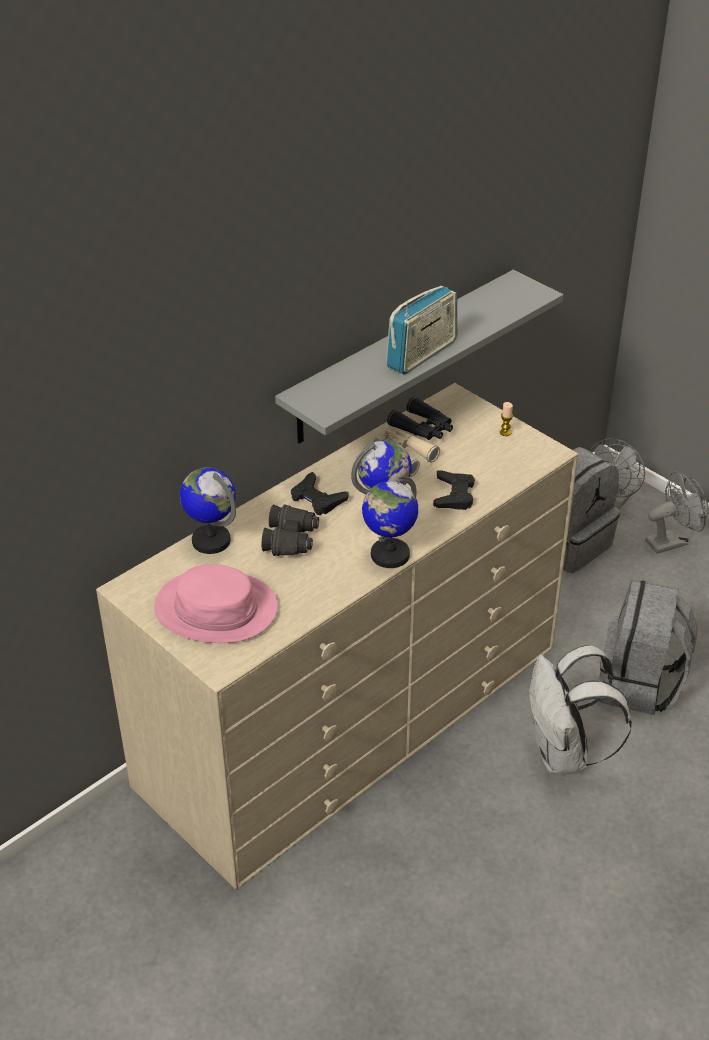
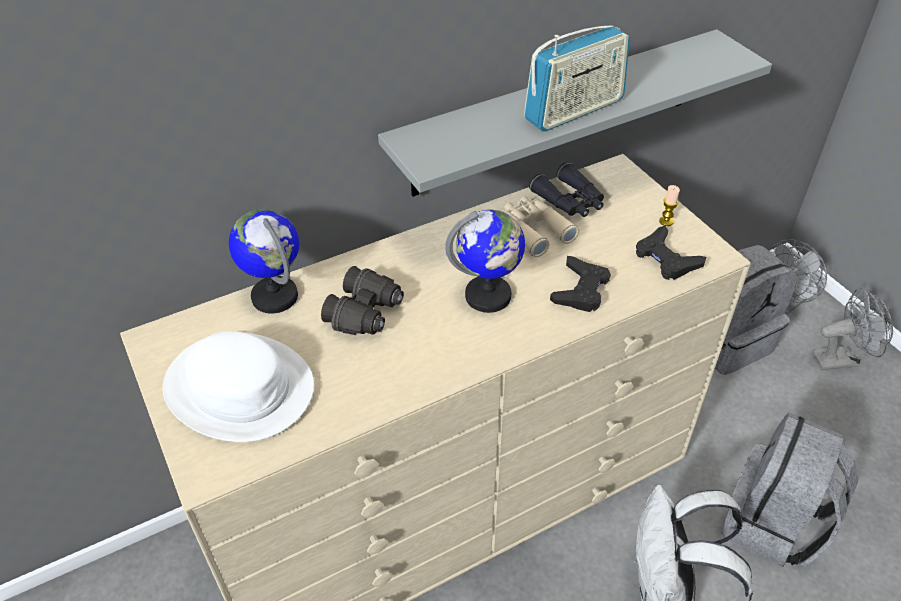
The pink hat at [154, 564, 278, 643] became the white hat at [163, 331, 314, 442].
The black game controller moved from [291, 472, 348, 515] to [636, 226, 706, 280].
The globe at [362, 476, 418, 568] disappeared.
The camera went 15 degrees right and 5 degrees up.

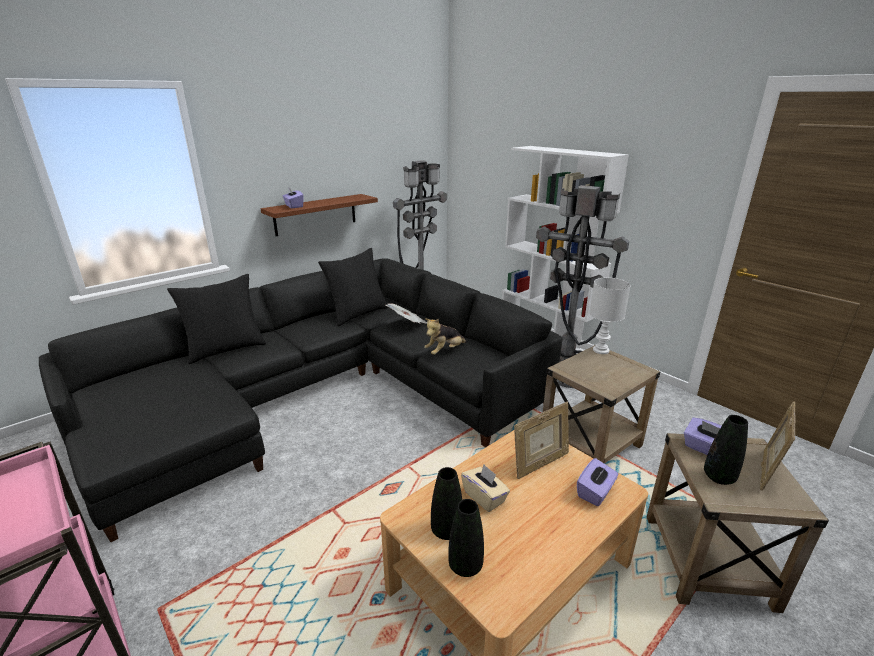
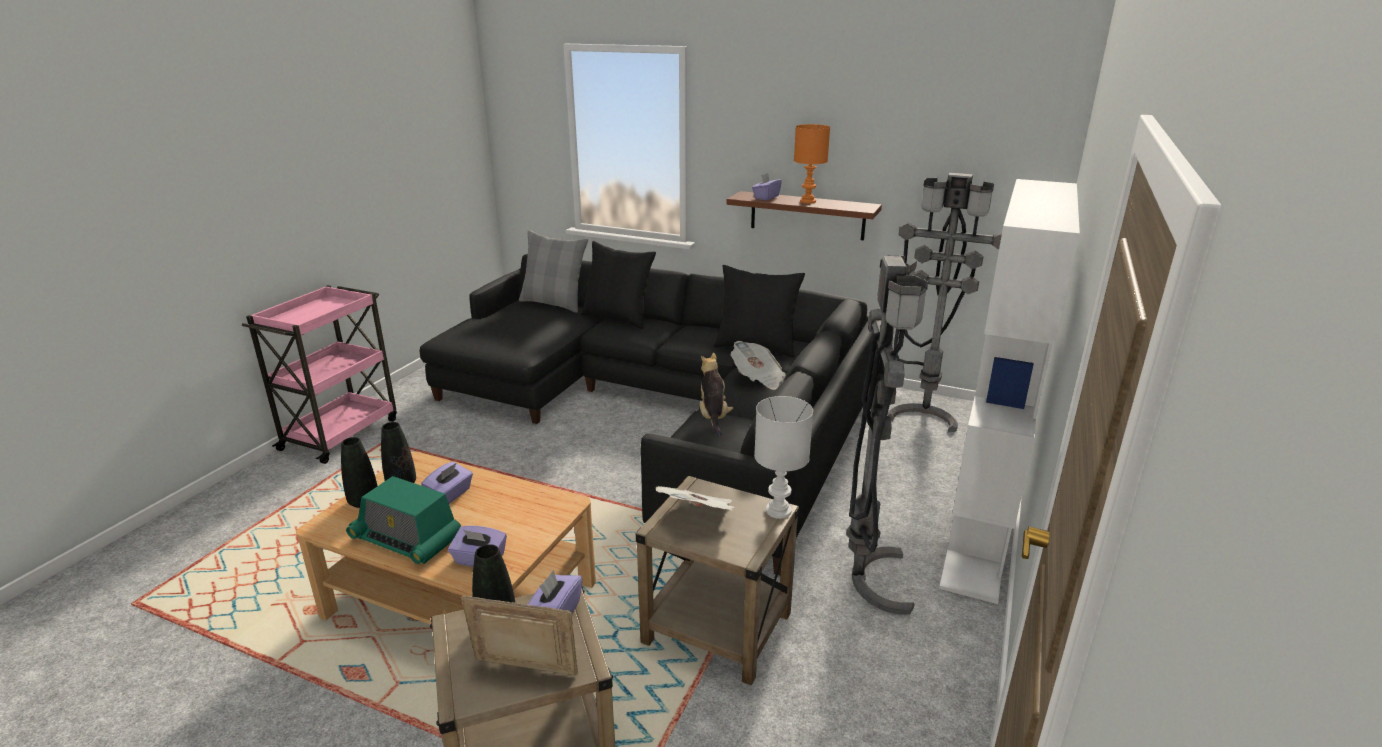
The radio at [346, 476, 461, 564] appeared.
The beige tissue box at [461, 464, 510, 512] became the purple tissue box at [421, 462, 473, 504].
The grey pillow at [519, 230, 588, 313] appeared.
The newspaper at [656, 486, 735, 511] appeared.
The plush toy at [424, 318, 467, 355] turned 60 degrees clockwise.
The orange table lamp at [794, 124, 830, 204] appeared.
The picture frame at [514, 402, 569, 479] disappeared.
The camera went 65 degrees right and 0 degrees up.

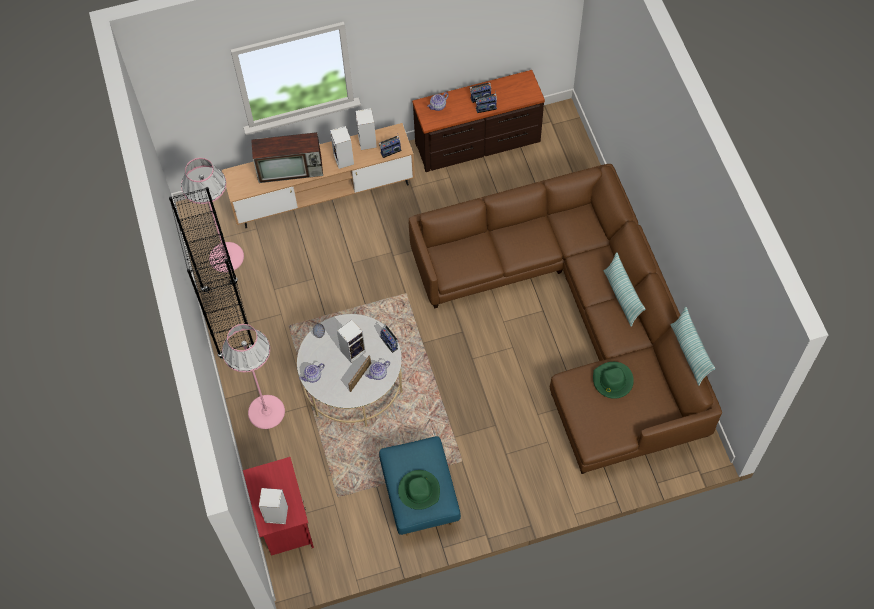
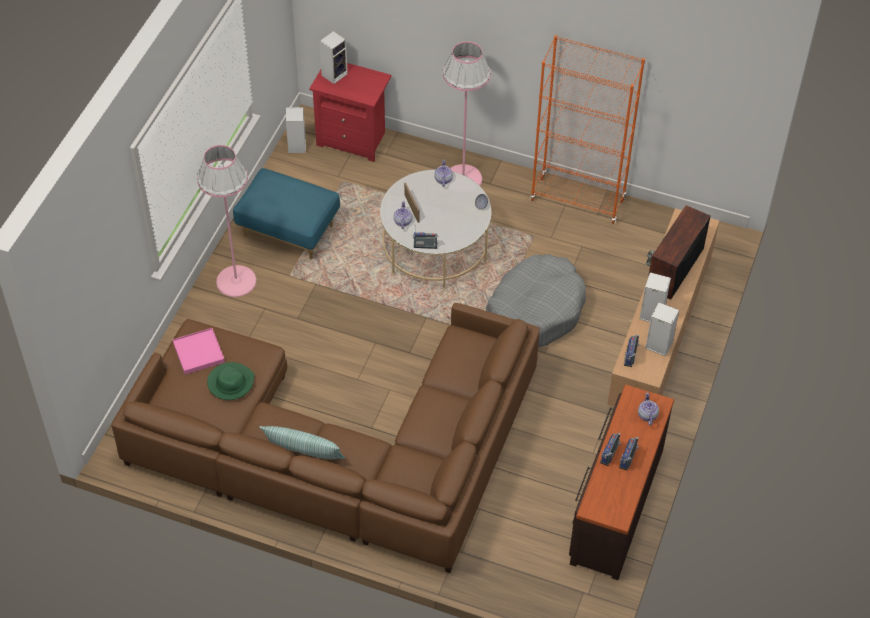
The pink tray at [172, 328, 225, 374] appeared.
The pink floor lamp moved from [181, 158, 244, 272] to [197, 145, 257, 297].
The speaker moved from [337, 320, 366, 363] to [286, 107, 306, 153].
The grey dog bed at [486, 254, 586, 347] appeared.
The black bookcase at [169, 187, 254, 359] became the orange bookcase at [530, 35, 645, 224].
The green hat at [398, 470, 440, 510] disappeared.
The pillow at [671, 307, 715, 386] disappeared.
The camera went 125 degrees right and 10 degrees down.

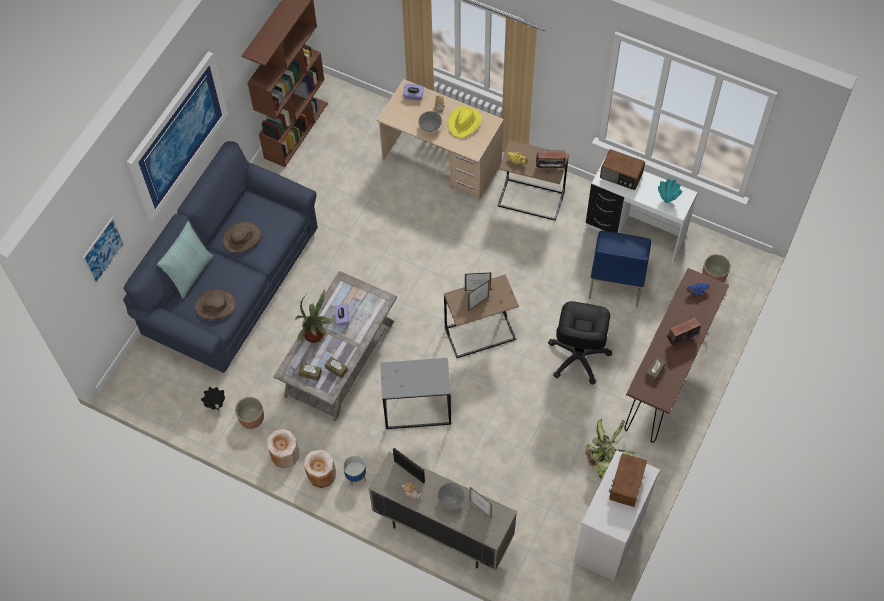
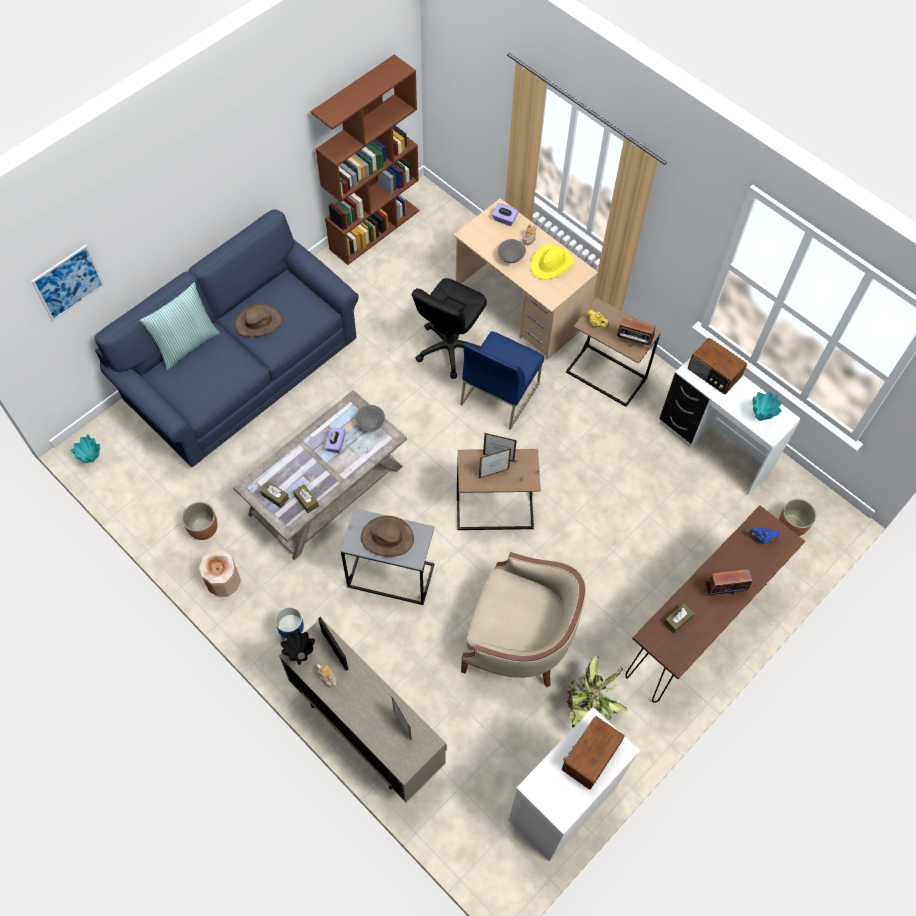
The turquoise vase at [71, 434, 100, 463] appeared.
The black vase moved from [201, 387, 225, 410] to [280, 629, 315, 665].
The grey bowl moved from [437, 482, 465, 509] to [355, 405, 385, 432].
The brown hat moved from [195, 289, 236, 320] to [361, 516, 414, 557].
The black office chair moved from [548, 301, 612, 385] to [412, 278, 487, 379].
The blue chair moved from [589, 231, 651, 307] to [460, 331, 544, 430].
The beige armchair at [461, 552, 586, 687] appeared.
The picture at [127, 51, 228, 221] disappeared.
The potted plant at [295, 289, 333, 343] disappeared.
The beige vase at [304, 450, 336, 488] disappeared.
The camera went 15 degrees right and 0 degrees up.

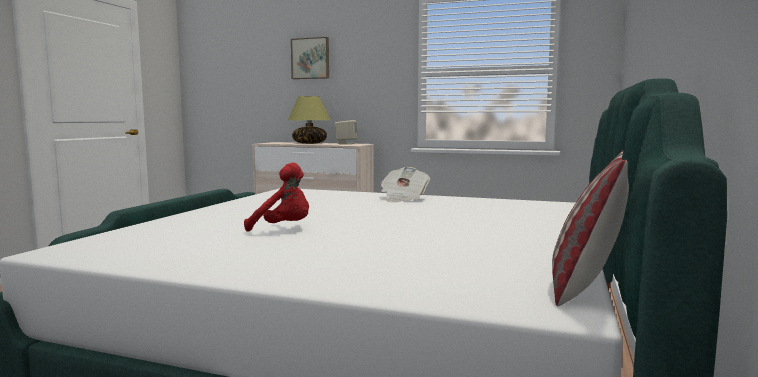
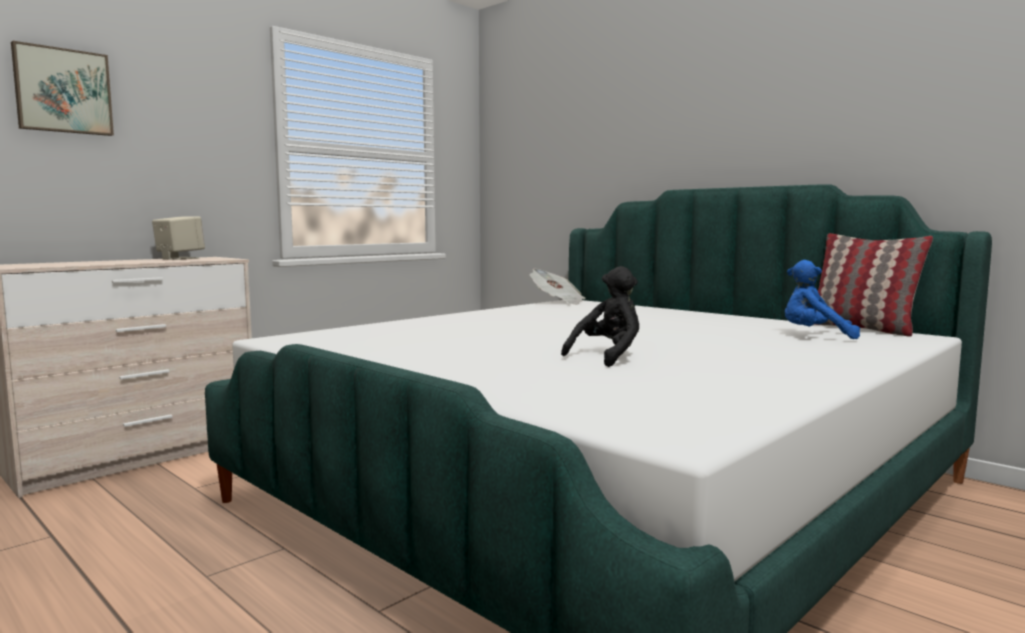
The newspaper moved from [380, 167, 430, 203] to [530, 269, 585, 305].
The red plush toy at [244, 163, 309, 232] became the black plush toy at [561, 266, 639, 367].
The blue plush toy at [785, 260, 860, 339] appeared.
The table lamp at [288, 96, 330, 144] disappeared.
The camera went 65 degrees left and 0 degrees up.

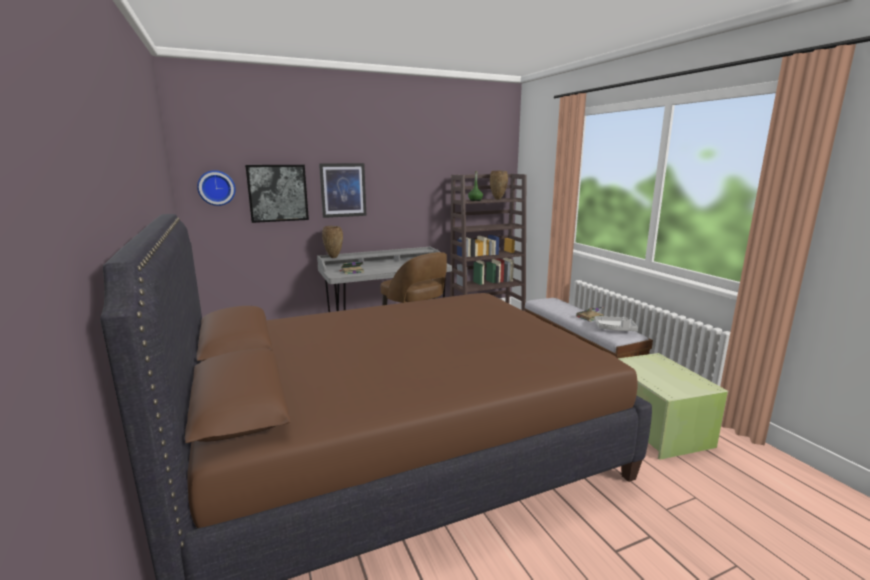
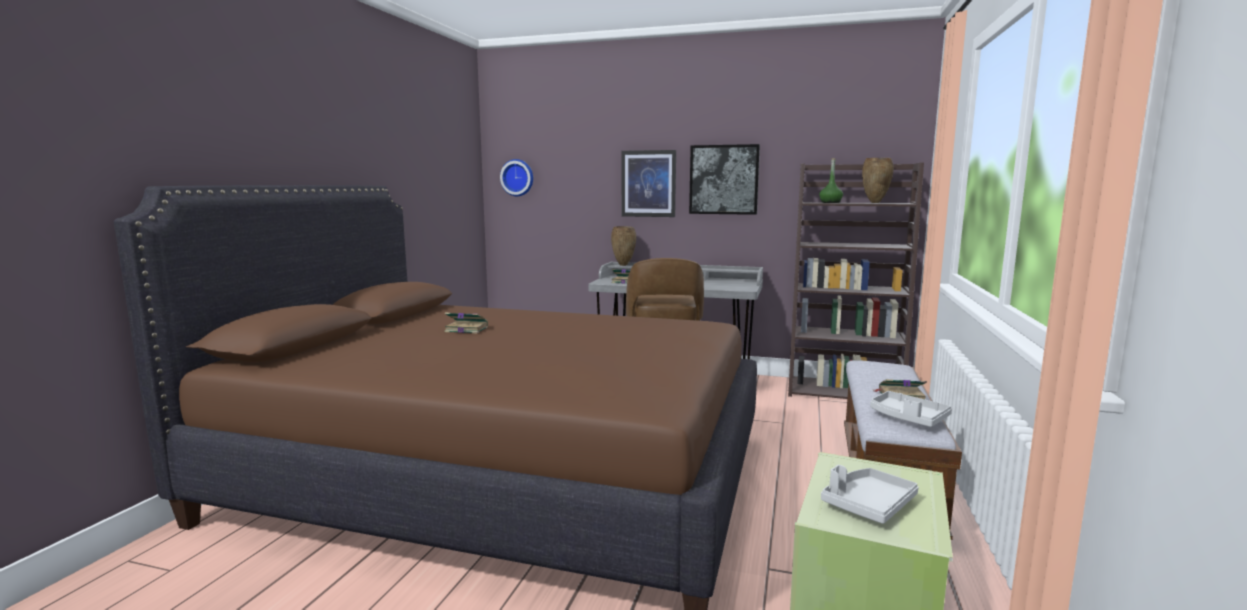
The book at [444, 313, 488, 333] appeared.
The picture moved from [245, 165, 309, 223] to [689, 144, 760, 215].
The grey tray at [821, 465, 919, 524] appeared.
The camera went 40 degrees right and 5 degrees down.

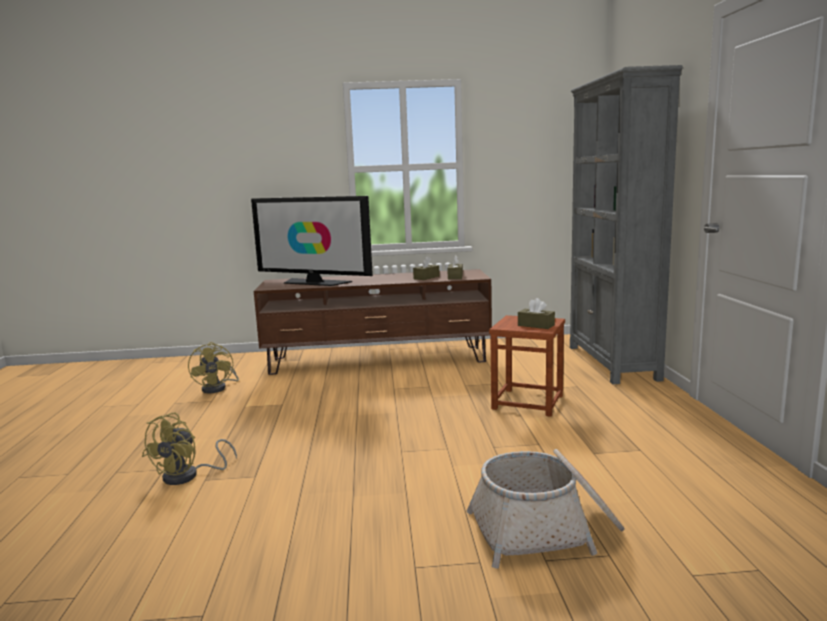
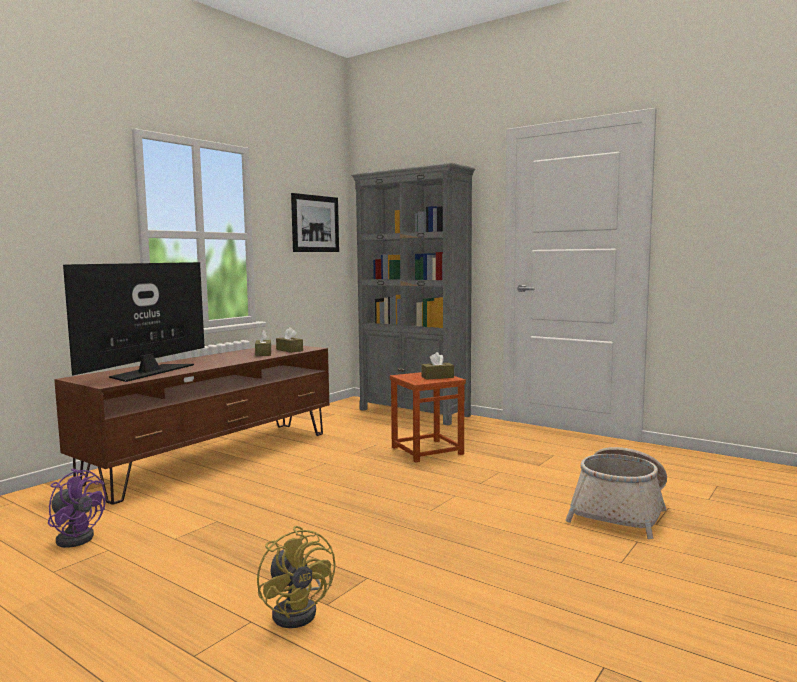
The yellow fan at [188, 342, 239, 393] became the purple fan at [48, 468, 106, 548].
The television at [251, 196, 373, 286] turned 135 degrees clockwise.
The picture at [291, 193, 339, 252] appeared.
The camera went 50 degrees left and 5 degrees down.

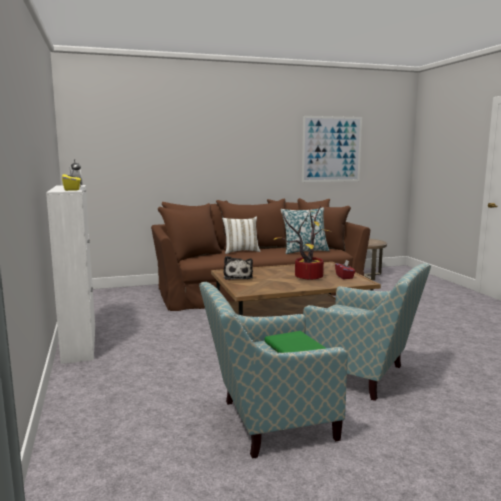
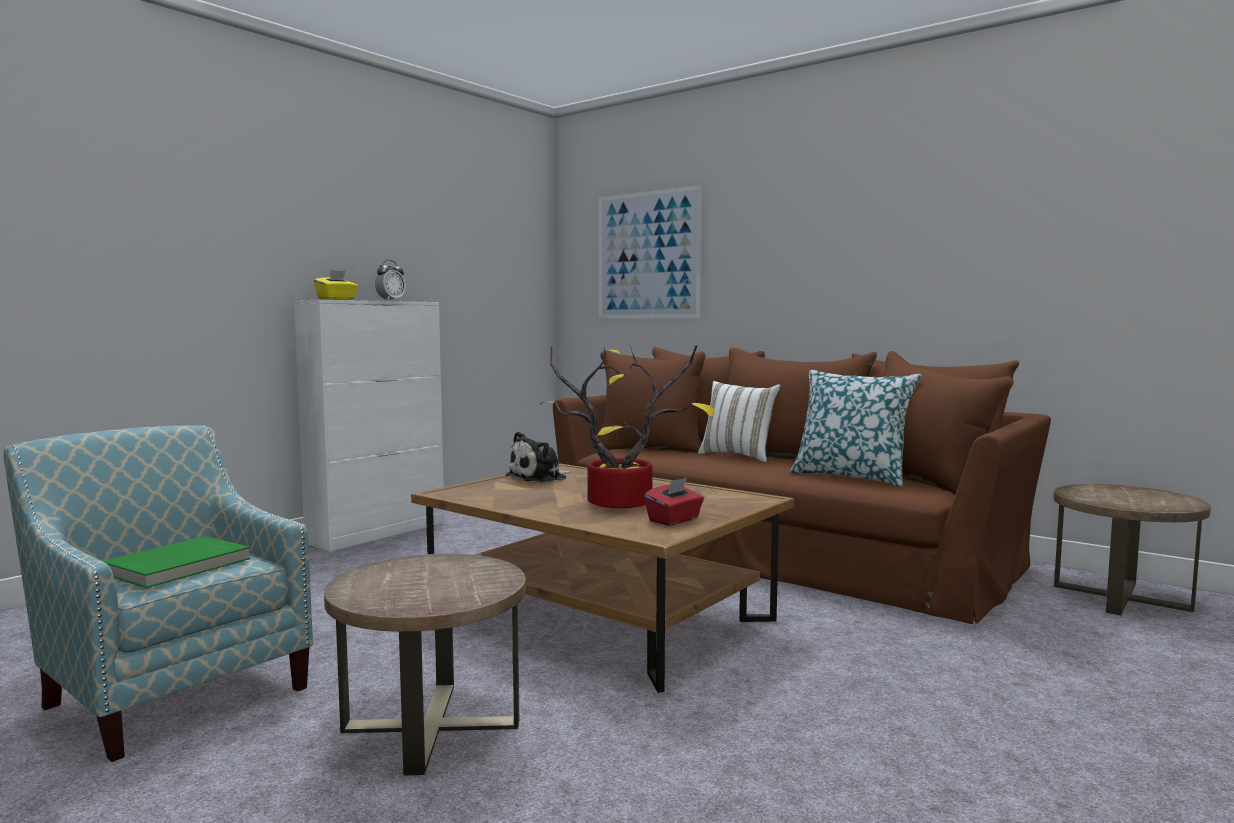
The armchair at [303, 263, 431, 401] was replaced by the brown side table at [324, 554, 526, 775].
The picture moved from [302, 116, 362, 182] to [599, 185, 702, 319].
The camera went 55 degrees right and 5 degrees down.

